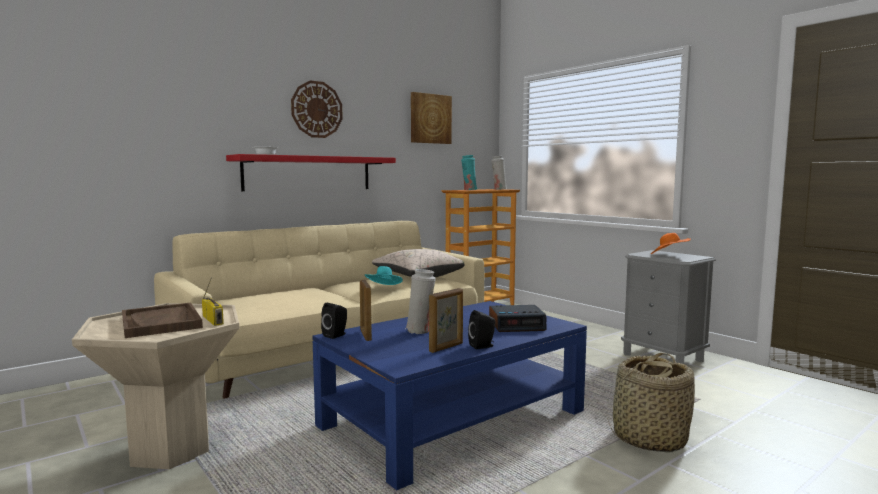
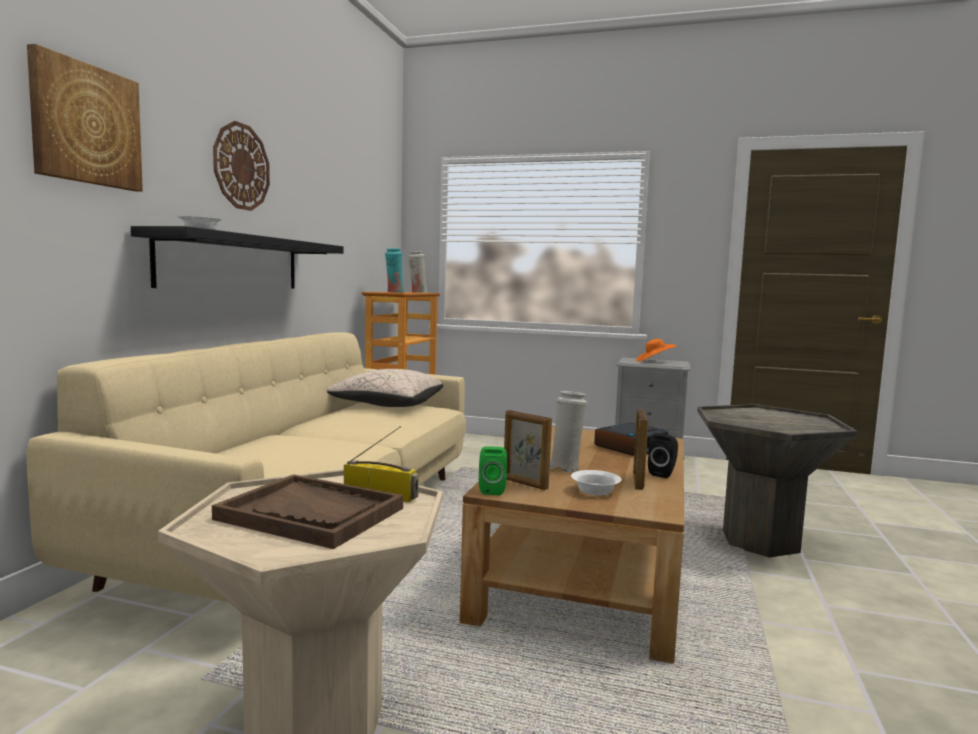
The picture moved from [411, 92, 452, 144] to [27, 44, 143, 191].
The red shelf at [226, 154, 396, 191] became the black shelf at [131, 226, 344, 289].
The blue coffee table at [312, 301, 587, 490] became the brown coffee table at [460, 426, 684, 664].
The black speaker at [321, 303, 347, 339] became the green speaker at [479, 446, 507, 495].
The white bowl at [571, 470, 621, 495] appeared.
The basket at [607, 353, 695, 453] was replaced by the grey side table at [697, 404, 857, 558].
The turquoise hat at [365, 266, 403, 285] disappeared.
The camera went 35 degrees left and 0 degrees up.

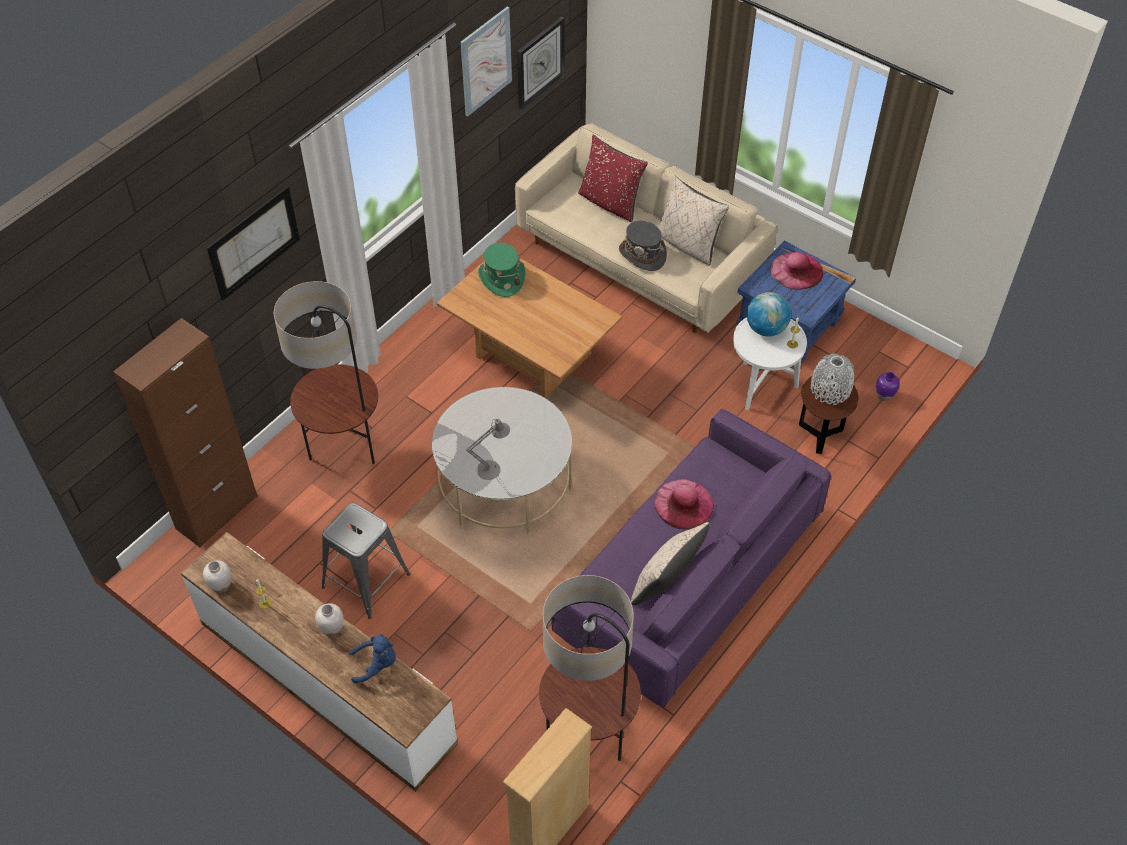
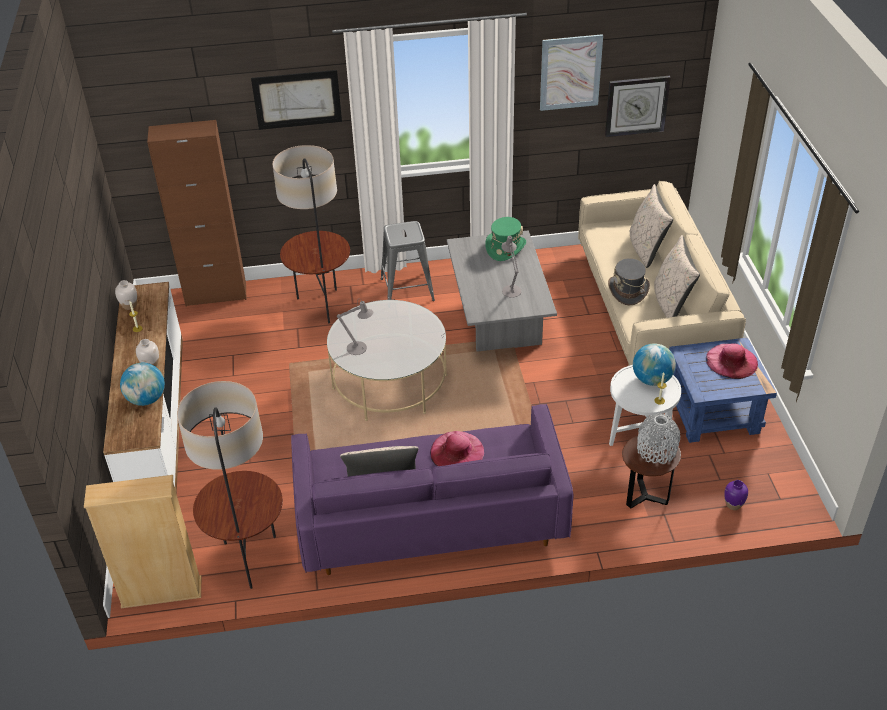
The blue plush toy at [350, 634, 396, 684] was replaced by the globe at [120, 363, 165, 406].
The grey stool moved from [322, 503, 410, 619] to [381, 221, 435, 301].
The brown coffee table at [437, 258, 622, 398] became the grey coffee table at [447, 230, 557, 352].
The grey table lamp at [501, 235, 521, 298] appeared.
The red pillow at [578, 135, 648, 222] became the beige pillow at [629, 184, 673, 268].
The camera went 45 degrees right and 10 degrees down.

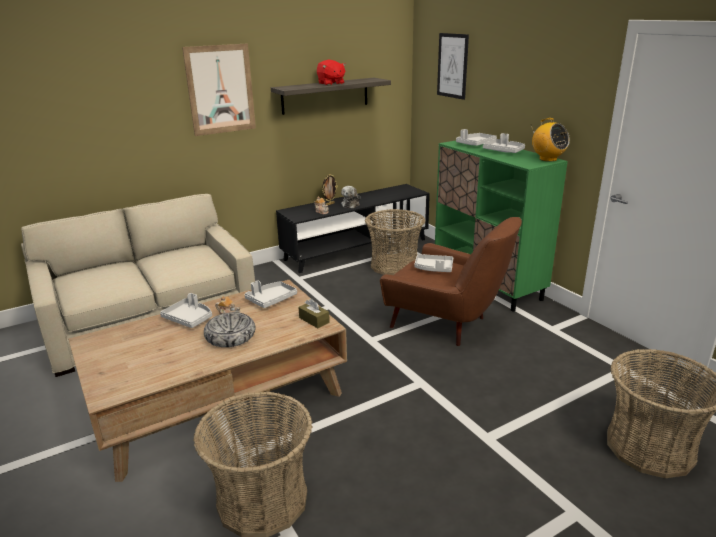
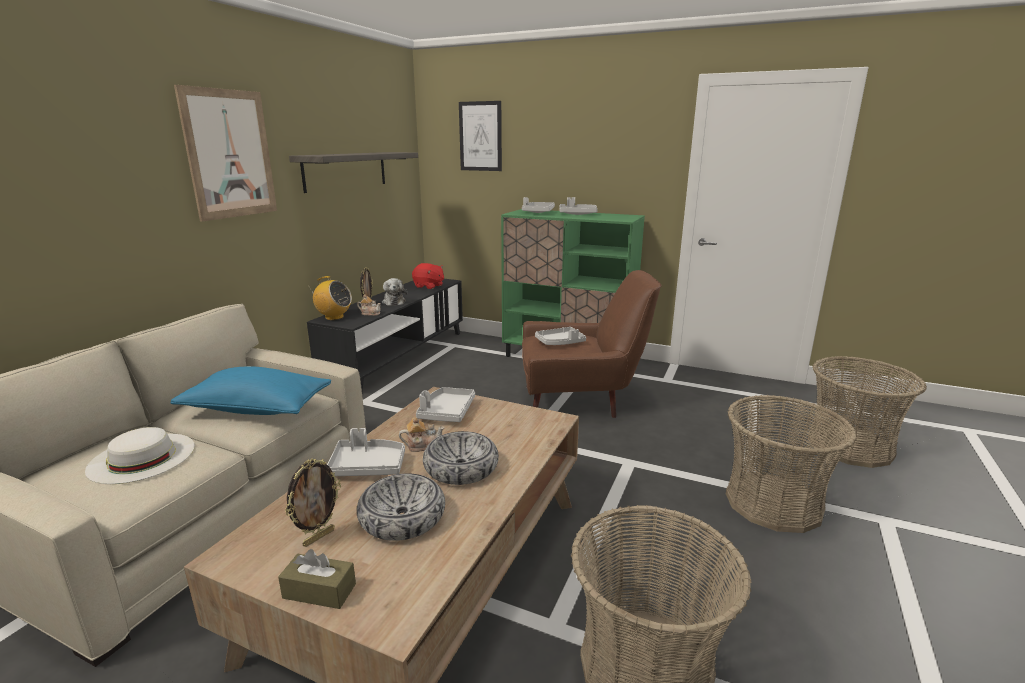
The white hat at [85, 427, 195, 484] appeared.
The blue pillow at [170, 366, 331, 415] appeared.
The brown tissue box moved from [298, 298, 330, 328] to [278, 549, 356, 609].
The picture frame at [285, 459, 341, 547] appeared.
The radio moved from [531, 118, 570, 162] to [309, 276, 352, 320].
The bowl at [357, 473, 445, 541] appeared.
The red plush toy moved from [317, 60, 346, 85] to [412, 263, 444, 289].
The basket moved from [365, 209, 425, 275] to [726, 395, 857, 533].
The camera went 35 degrees left and 5 degrees down.

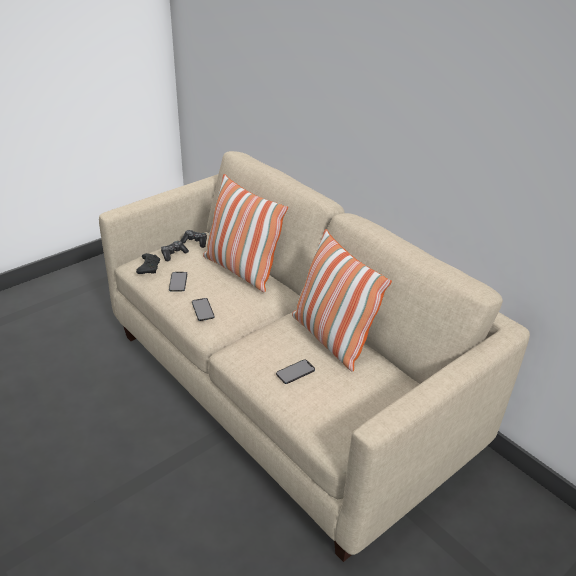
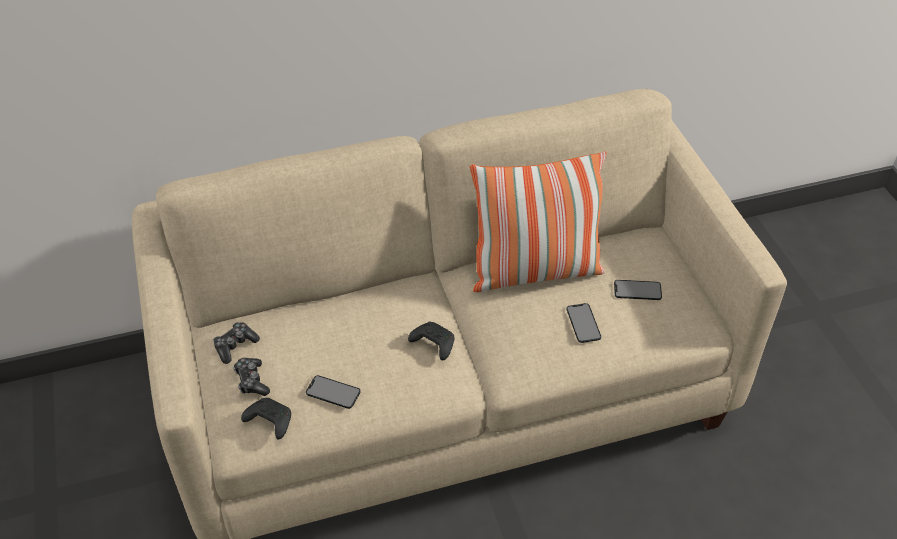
The black game controller at [408, 321, 454, 361] appeared.
The phone moved from [192, 298, 215, 321] to [614, 280, 662, 300].
The pillow at [203, 174, 288, 292] disappeared.
The camera went 65 degrees left and 10 degrees up.

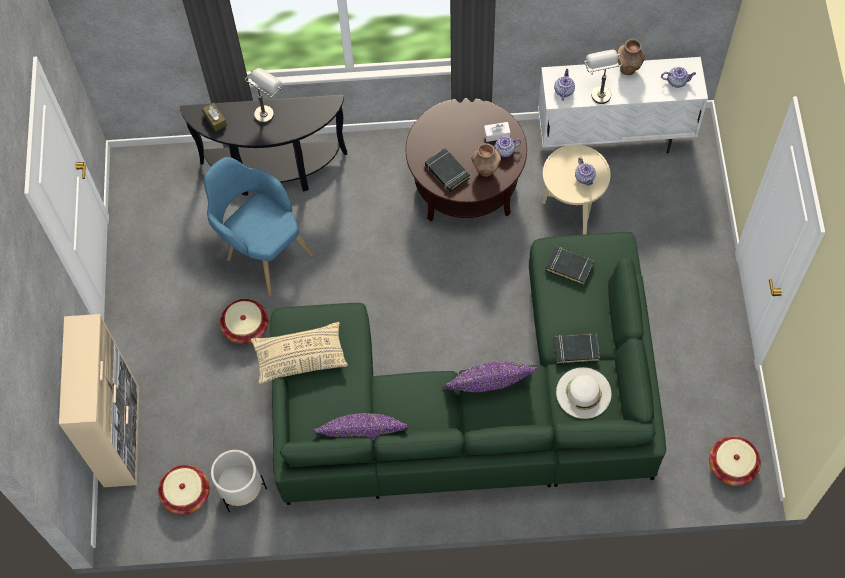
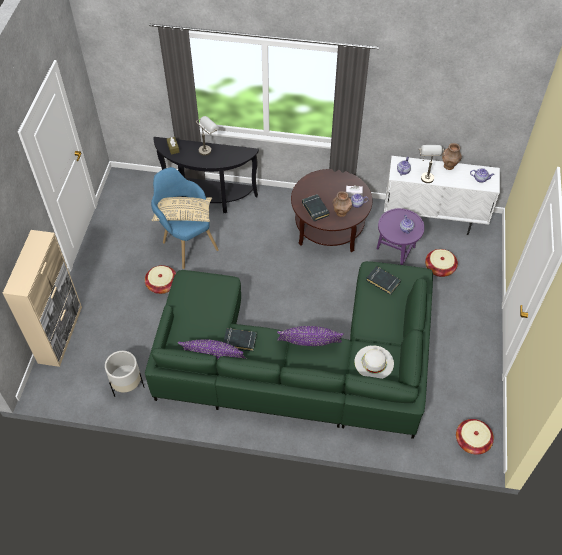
The beige pillow moved from [251, 322, 348, 384] to [151, 197, 212, 222].
The black book moved from [554, 333, 600, 364] to [223, 328, 257, 351].
The beige side table at [542, 145, 611, 234] became the purple side table at [376, 208, 425, 265].
The basket moved from [158, 465, 210, 515] to [425, 249, 458, 277].
The camera went 10 degrees right and 10 degrees down.

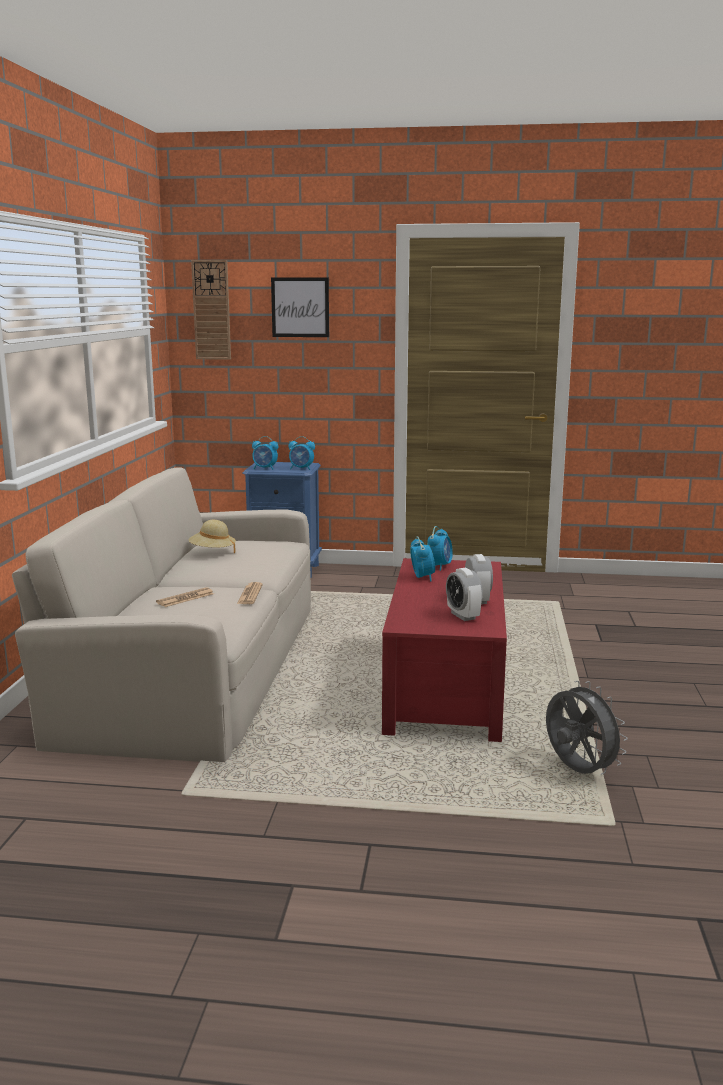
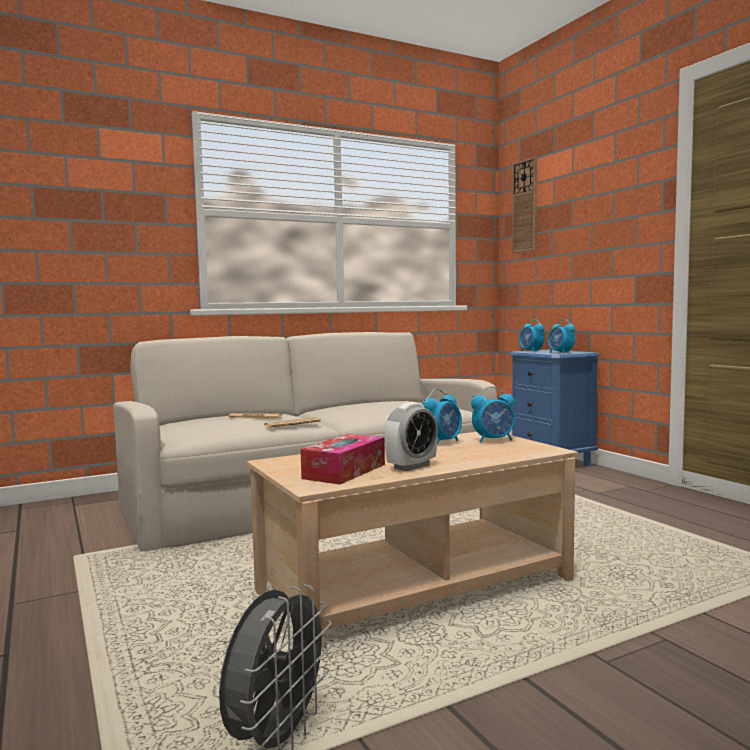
The red coffee table at [382, 558, 507, 742] became the beige coffee table at [247, 432, 578, 631].
The alarm clock at [446, 568, 483, 621] was replaced by the tissue box at [300, 434, 385, 485].
The beige hat at [189, 520, 236, 553] disappeared.
The picture at [271, 277, 329, 337] disappeared.
The camera went 55 degrees right and 10 degrees down.

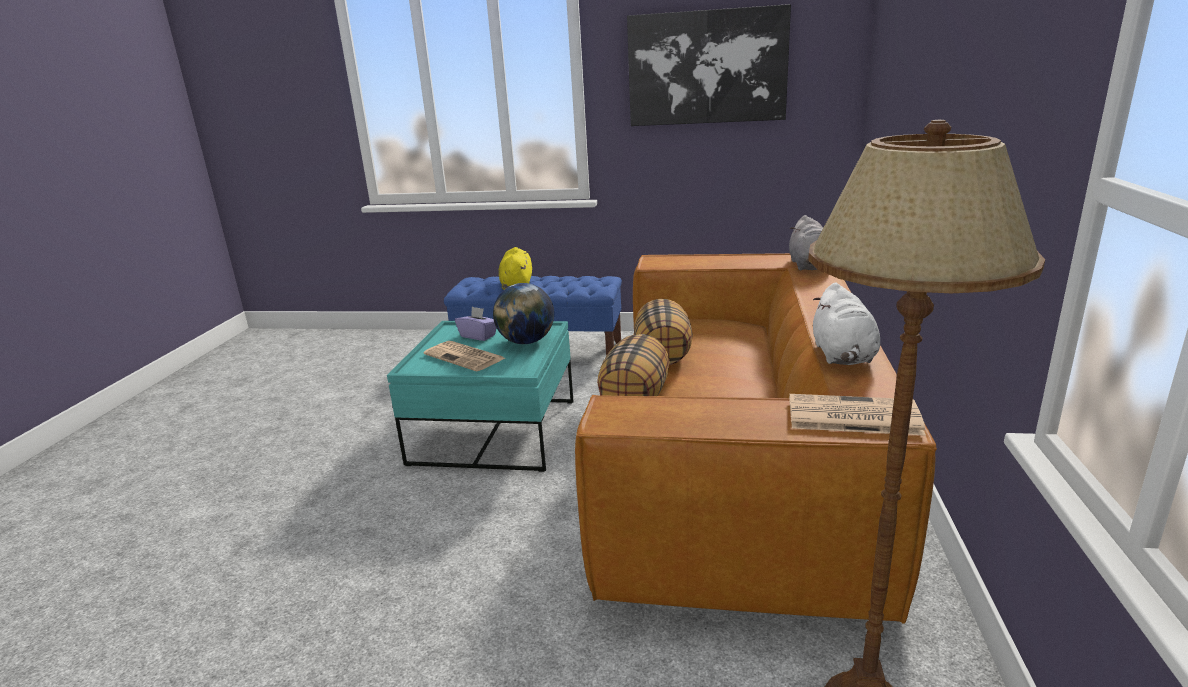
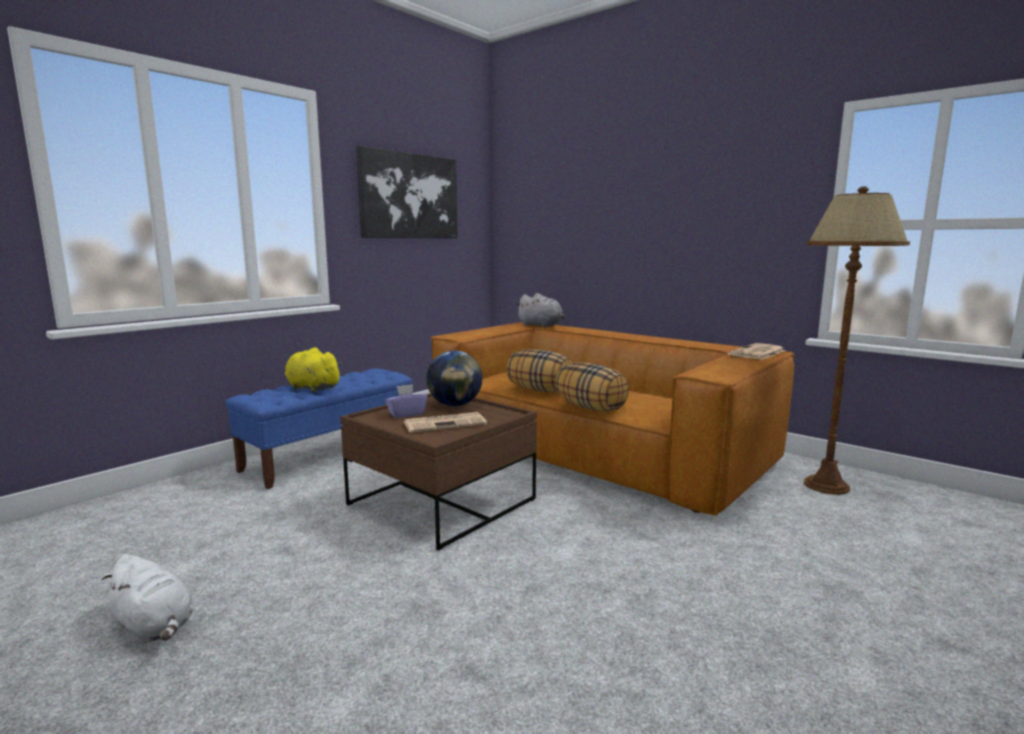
The white plush toy moved from [813, 283, 880, 365] to [102, 554, 194, 644].
The turquoise coffee table at [387, 321, 573, 472] became the brown coffee table at [340, 393, 537, 550].
The camera went 60 degrees left and 10 degrees down.

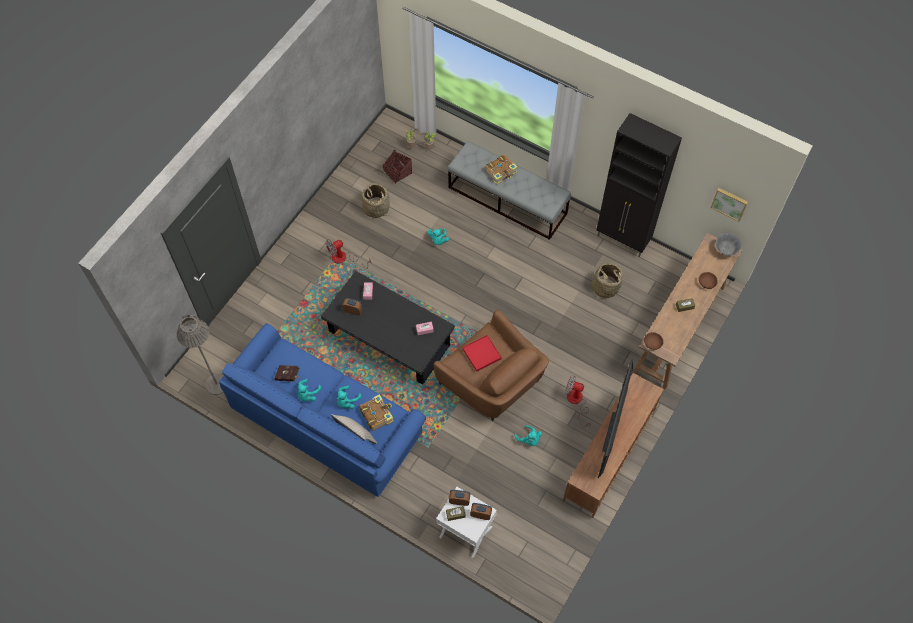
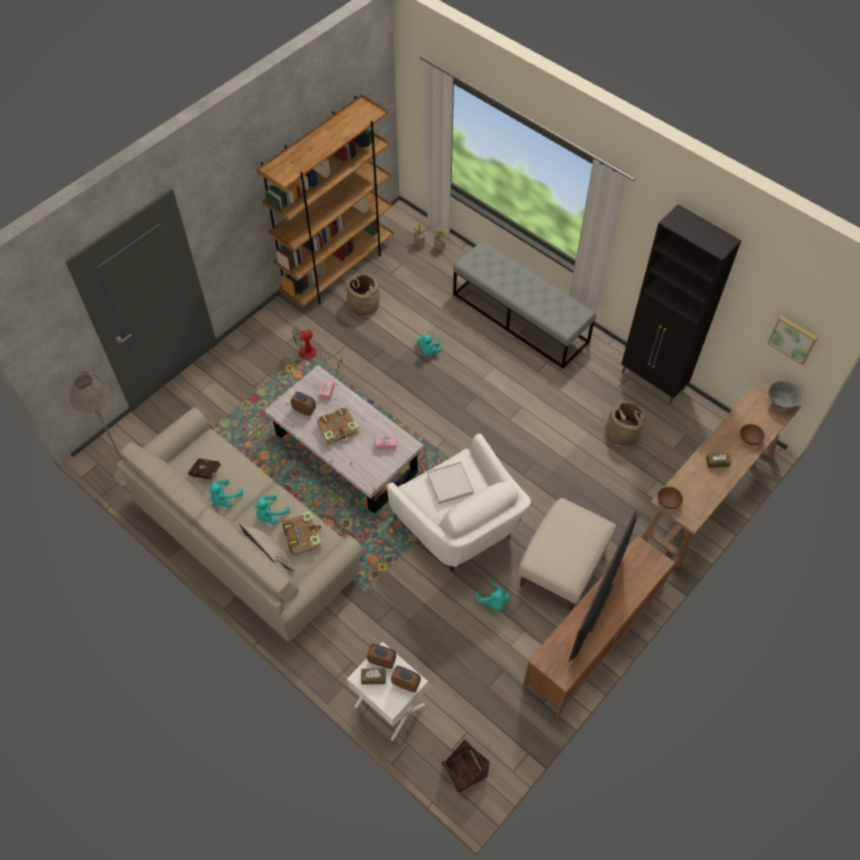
The blue sofa at [219, 323, 426, 497] became the beige sofa at [117, 407, 363, 641].
The brown bookcase at [257, 94, 393, 308] appeared.
The black coffee table at [321, 271, 455, 385] became the white coffee table at [264, 365, 424, 514].
The book moved from [485, 154, 518, 185] to [317, 407, 359, 446].
The brown armchair at [434, 310, 549, 421] became the white armchair at [387, 434, 531, 572].
The red tray at [462, 335, 502, 372] became the white tray at [427, 462, 474, 504].
The basket moved from [383, 149, 412, 184] to [442, 739, 489, 793].
The fan at [566, 375, 592, 427] was replaced by the beige ottoman at [519, 498, 616, 611].
The camera went 10 degrees right and 5 degrees down.

